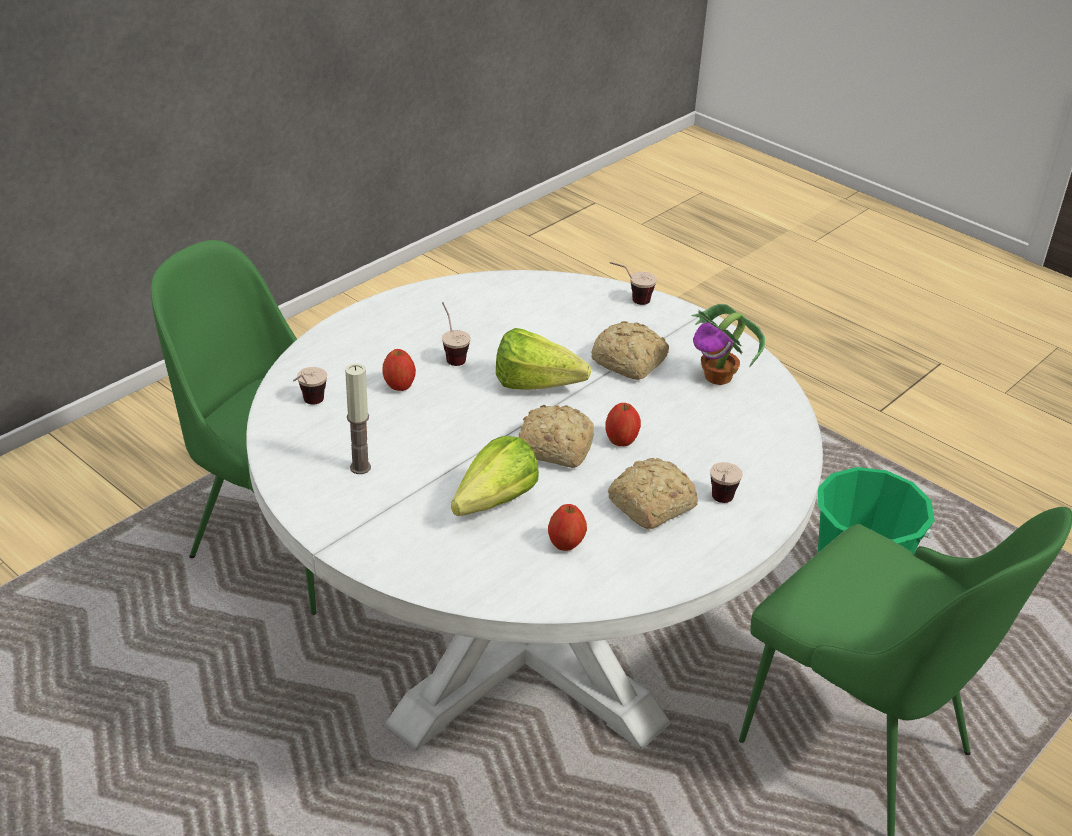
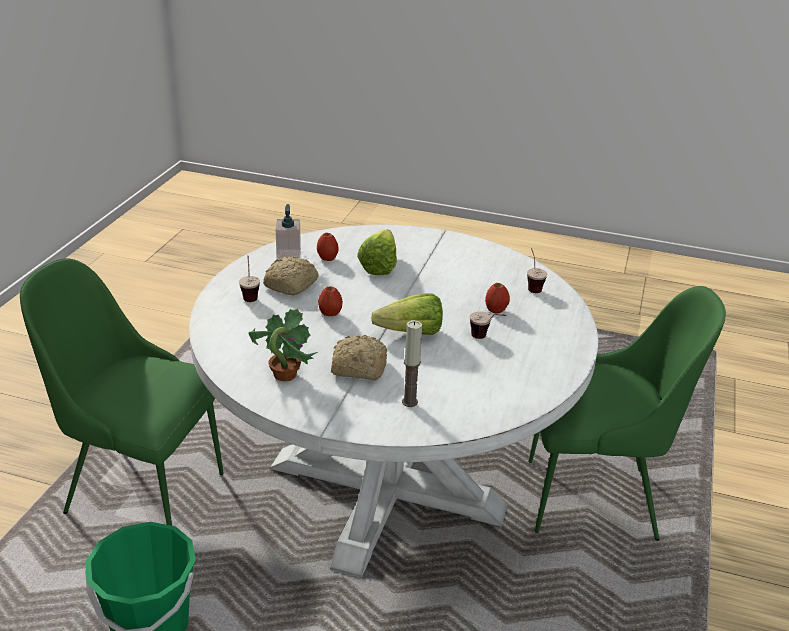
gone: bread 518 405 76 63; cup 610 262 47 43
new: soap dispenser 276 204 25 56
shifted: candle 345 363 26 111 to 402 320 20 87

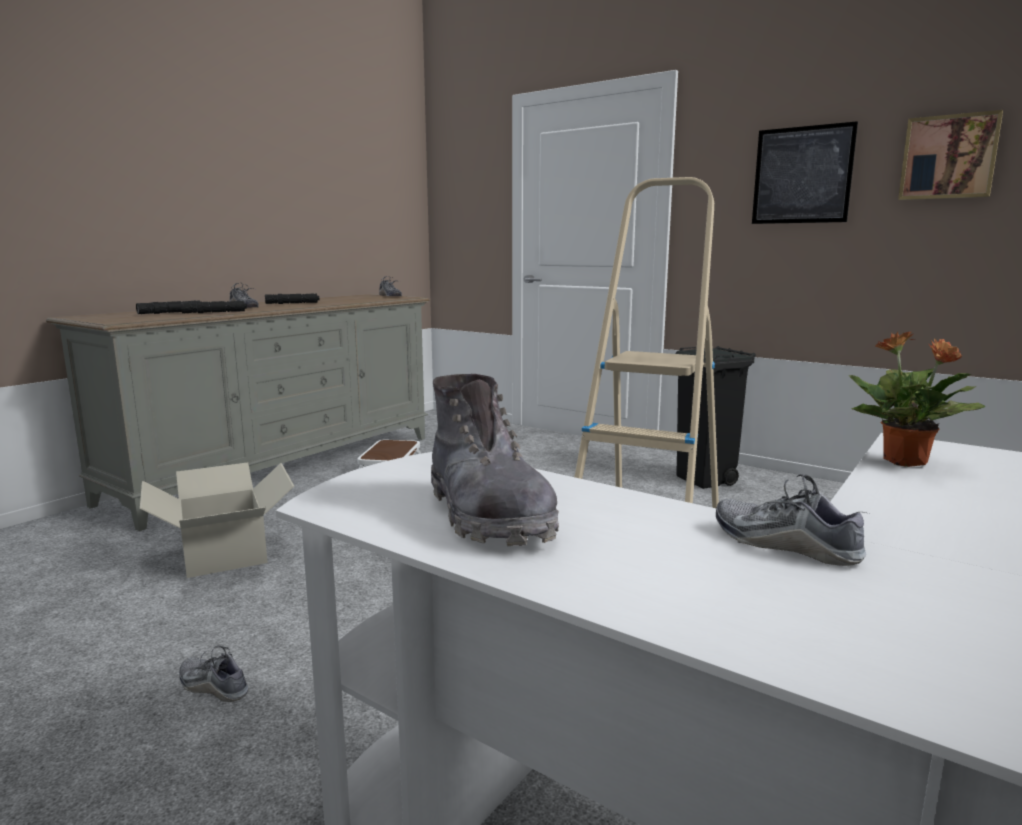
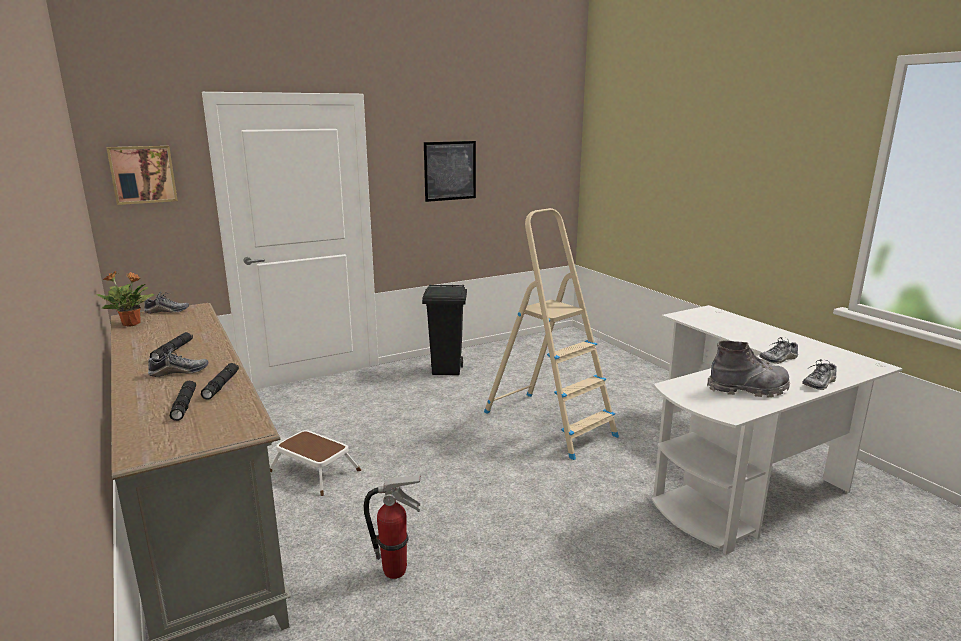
shifted: shoe 179 646 70 56 to 802 359 35 31; potted plant 849 332 136 135 to 96 271 59 56; picture 898 110 105 90 to 106 146 72 59
swapped: cardboard box 140 462 154 116 to fire extinguisher 364 475 57 104

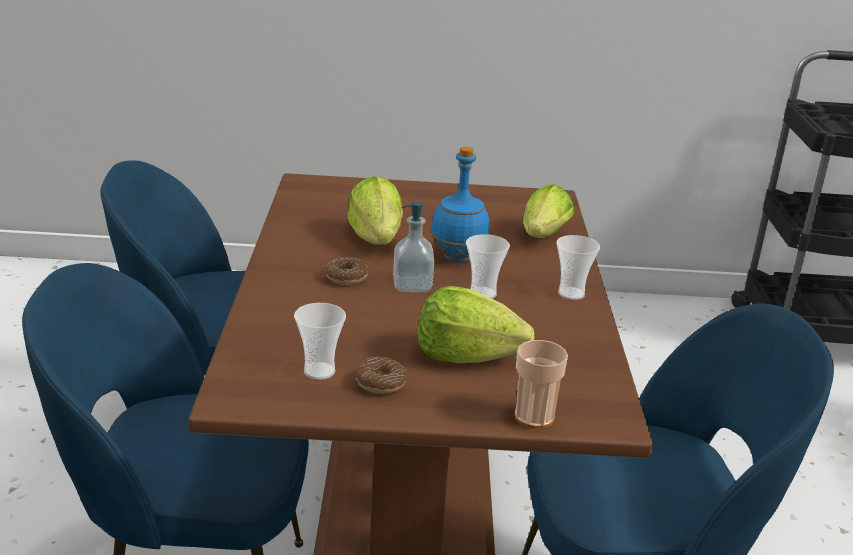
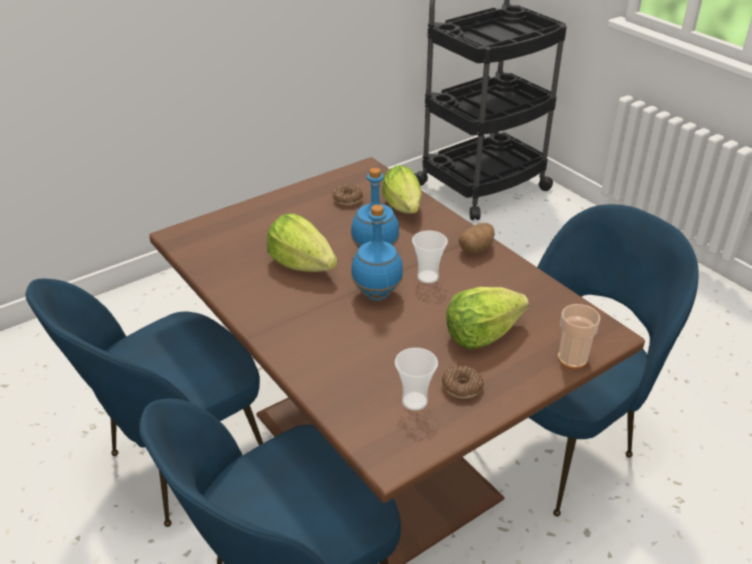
shifted: donut 325 257 44 28 to 333 184 30 22
swapped: soap dispenser 393 201 41 91 to bottle (blue) 351 205 52 96; cup 556 235 44 65 to potato 458 223 36 31

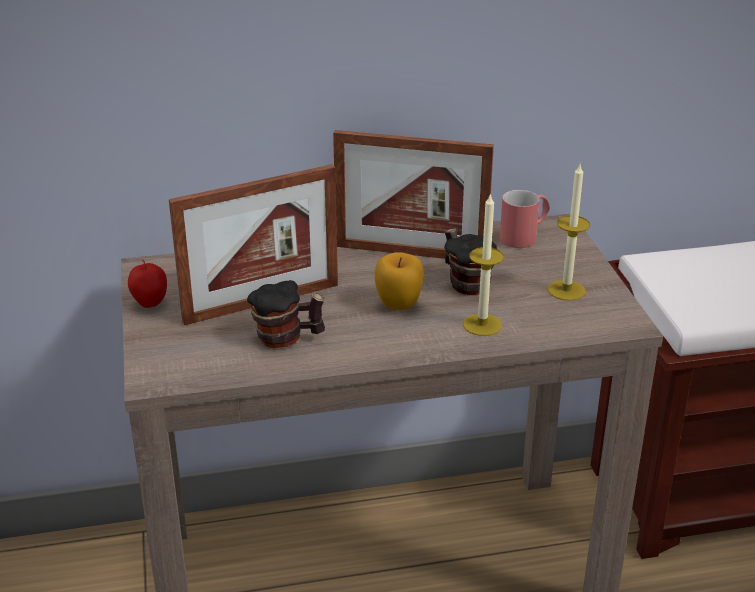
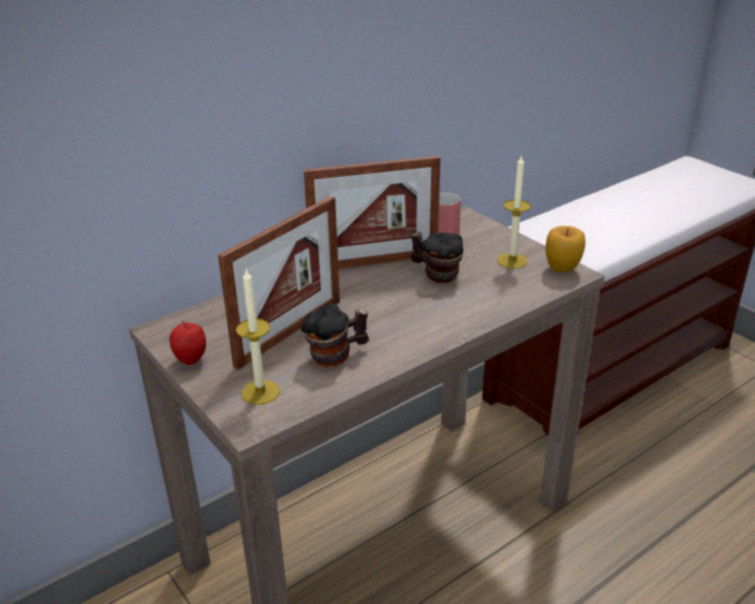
shifted: apple 375 252 49 58 to 545 226 41 46; candle 463 193 41 143 to 236 269 44 136

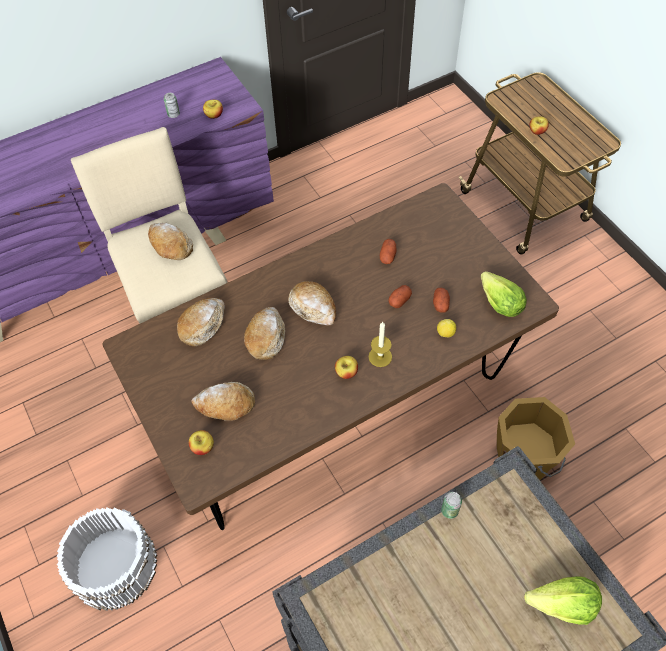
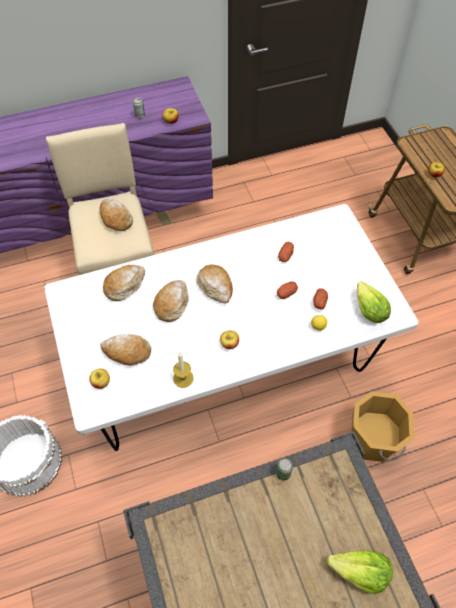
shifted: candle 369 322 23 45 to 173 352 20 36
repainted: dining table (brown) 103 183 456 347 to dining table (white) 44 204 375 247

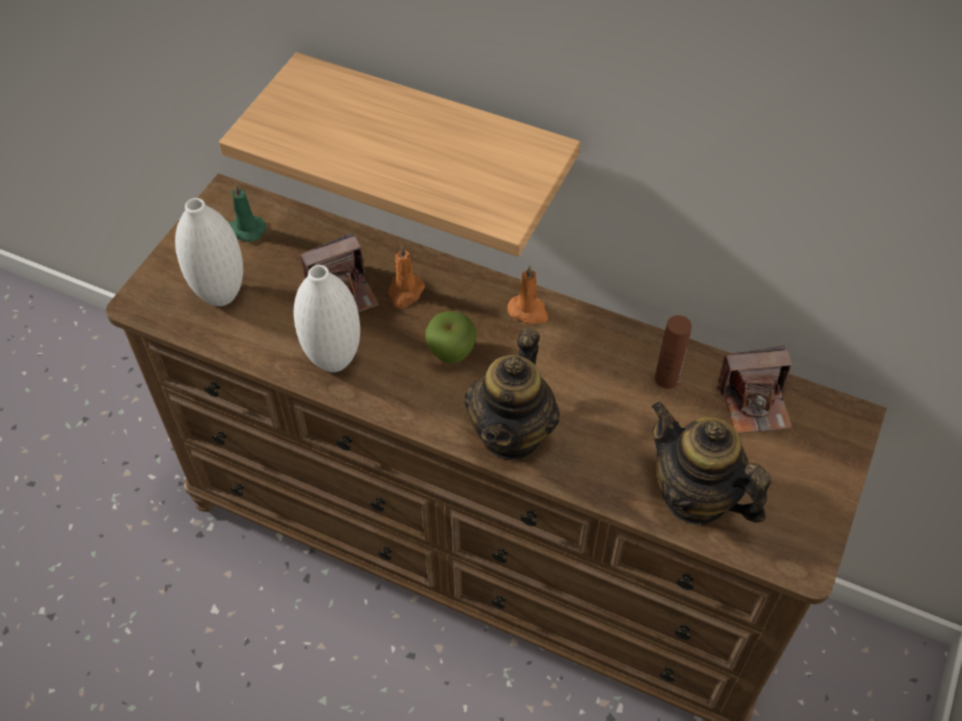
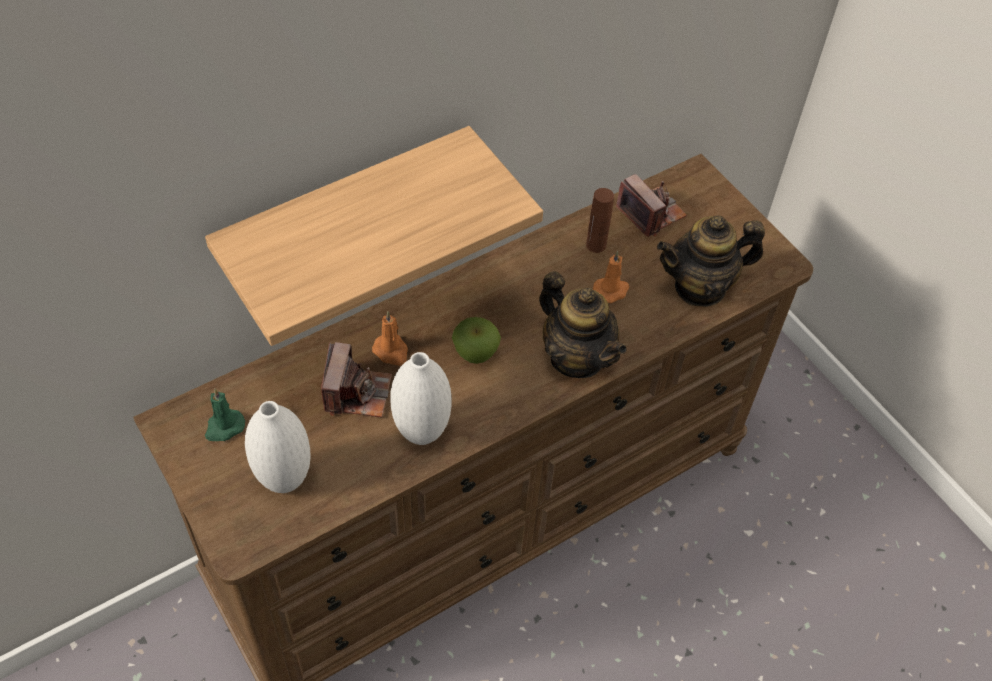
shifted: candle (orange) 508 265 40 59 to 593 251 36 52
rotated: photo camera 716 346 76 87 = 616 174 71 63 60 degrees counterclockwise

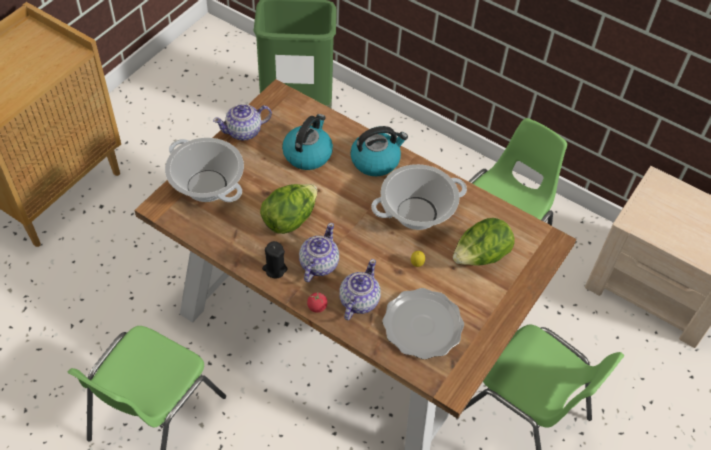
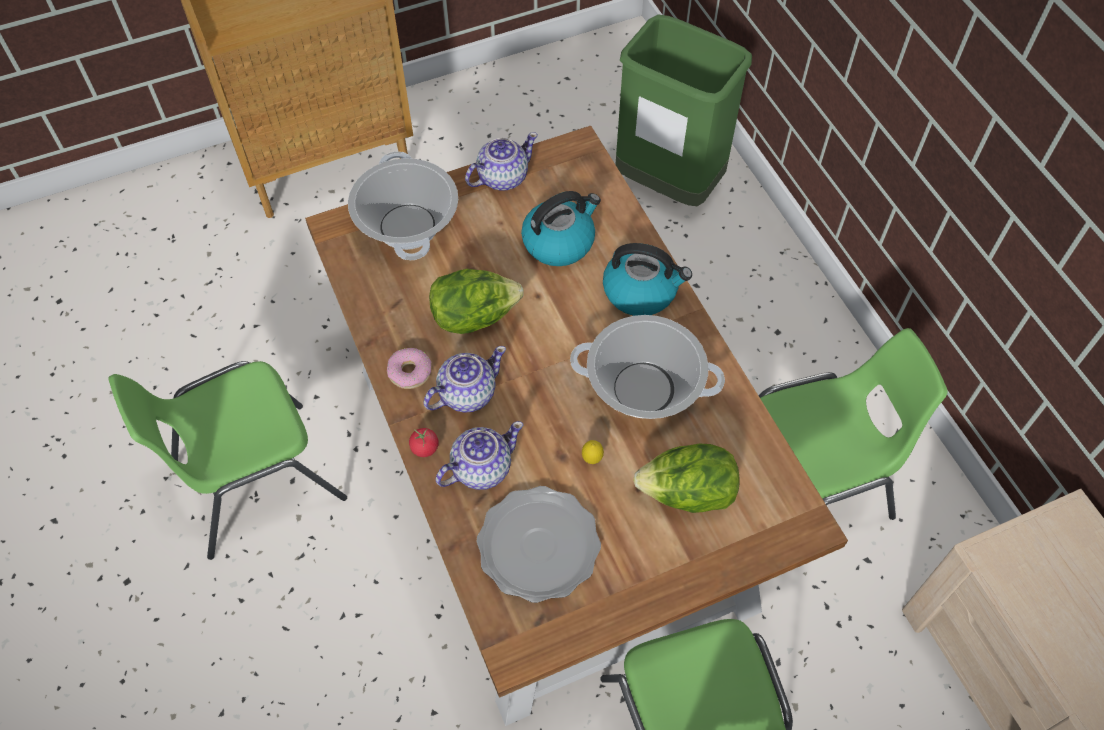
swapped: candle (black) 262 241 26 38 to donut 387 348 45 41
rotated: teapot 213 104 59 37 = 465 132 73 59 135 degrees clockwise

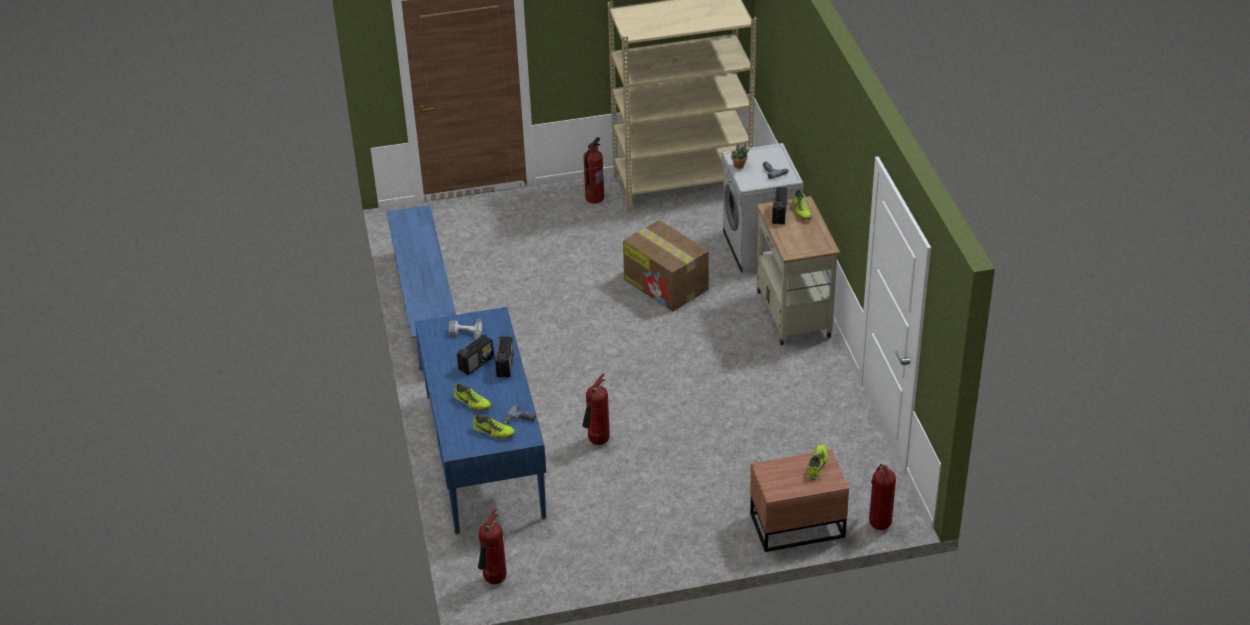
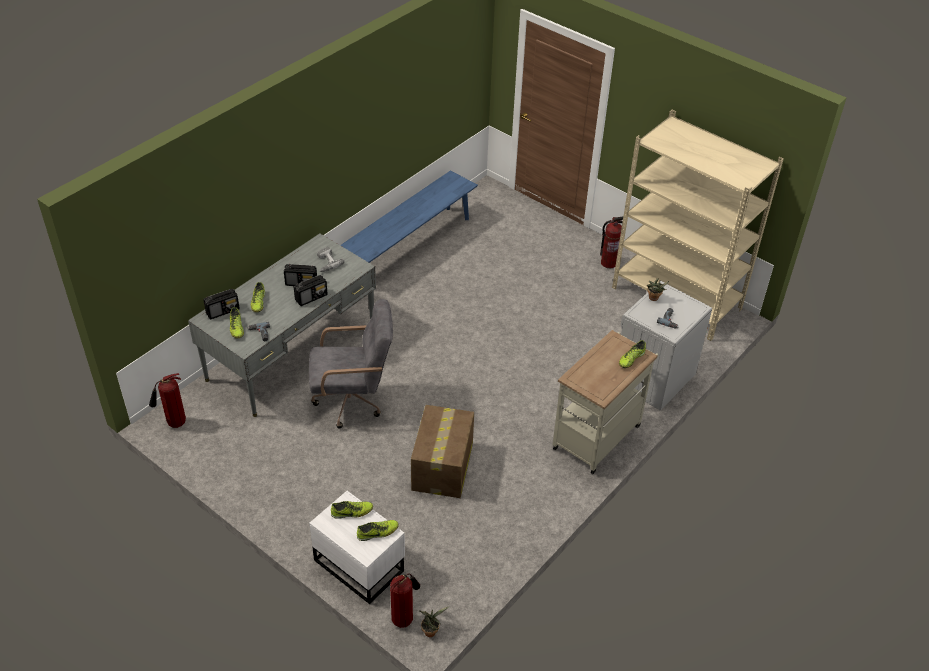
new: shoe 331 501 42 18; potted plant 420 606 29 31
shifted: cardboard box 623 220 86 92 to 411 405 63 93; radio 772 187 16 37 to 203 289 37 30
swapped: fire extinguisher 582 373 28 72 to office chair (grey) 309 299 84 130
repainted: desk (blue) 415 307 131 228 to desk (grey) 188 234 188 183; nightstand (brown) 750 449 99 103 to nightstand (white) 309 491 96 113

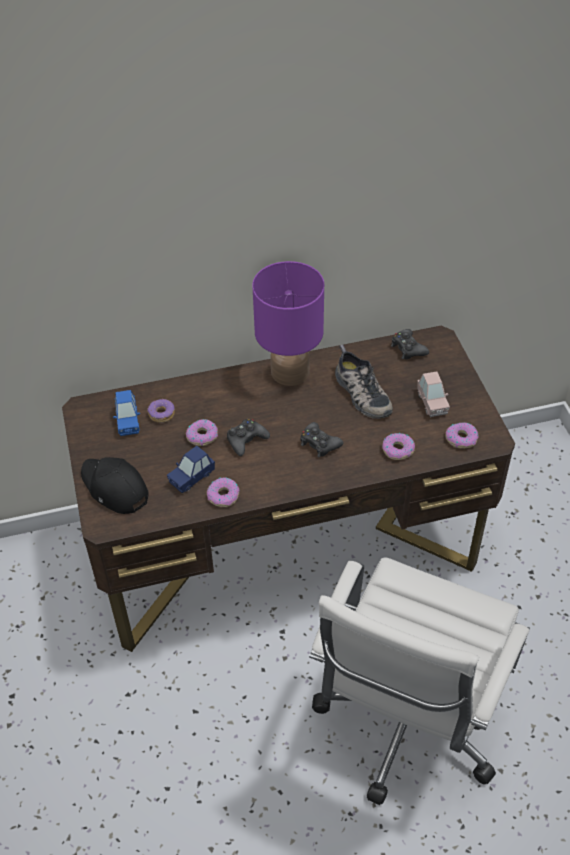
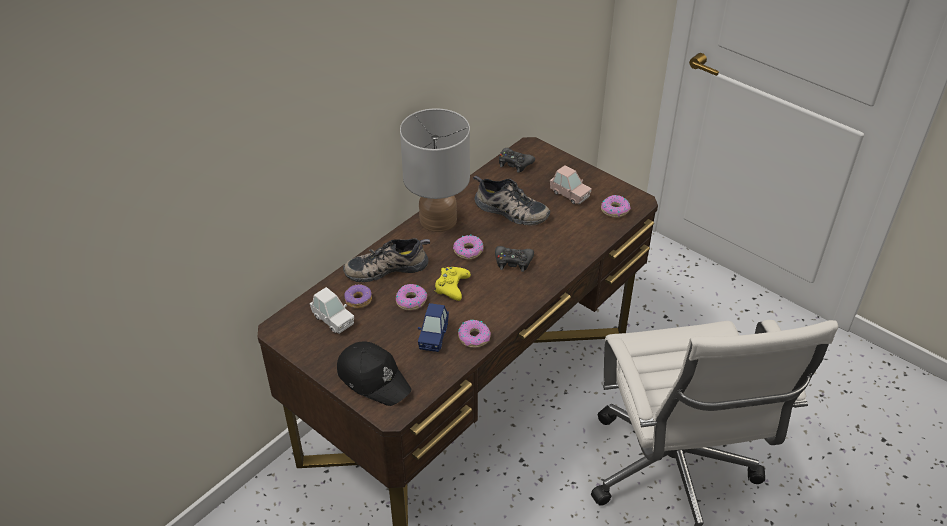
new: shoe 343 238 87 44
shifted: donut 382 433 33 27 to 453 234 30 25
repainted: toy car (blue) 113 390 27 46 to toy car (white) 310 287 44 47; game controller (black) 227 419 43 37 to game controller (yellow) 435 266 36 35; table lamp (purple) 252 261 72 125 to table lamp (grey) 400 108 70 124
rotated: cap (black) 81 457 68 57 = 337 341 74 65 150 degrees counterclockwise

